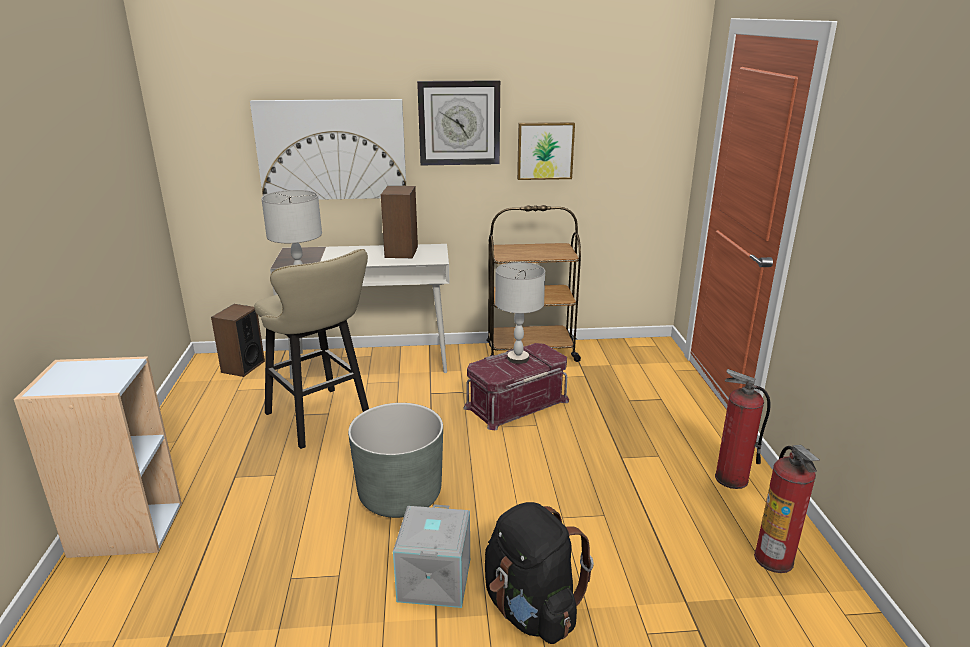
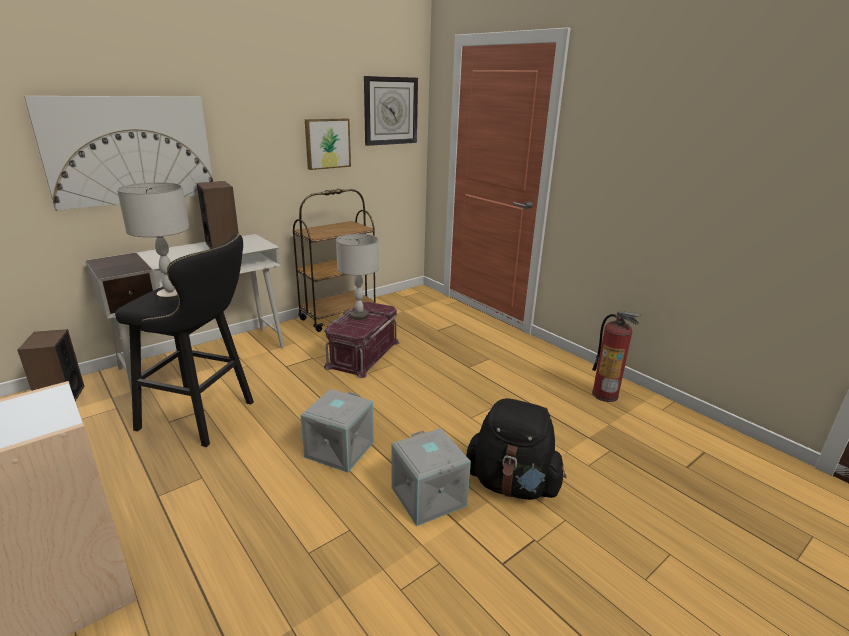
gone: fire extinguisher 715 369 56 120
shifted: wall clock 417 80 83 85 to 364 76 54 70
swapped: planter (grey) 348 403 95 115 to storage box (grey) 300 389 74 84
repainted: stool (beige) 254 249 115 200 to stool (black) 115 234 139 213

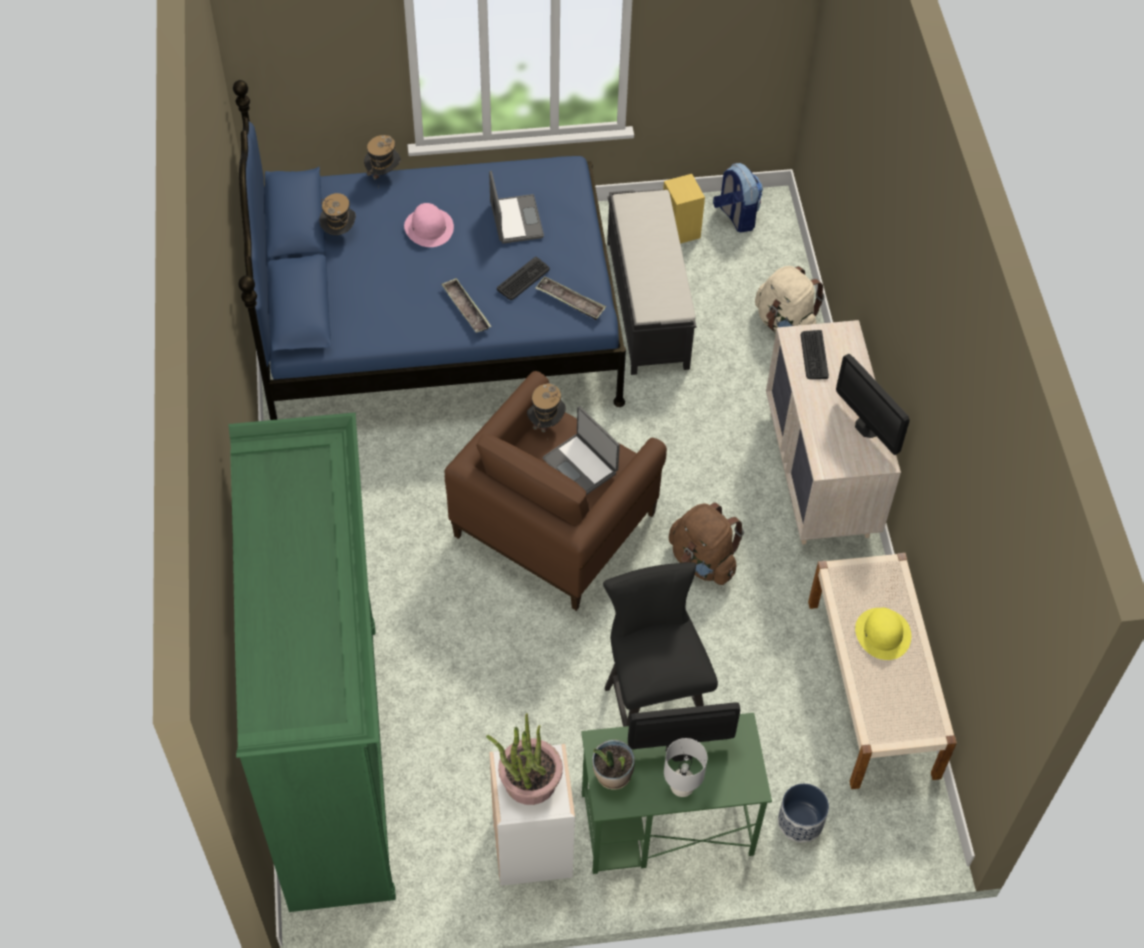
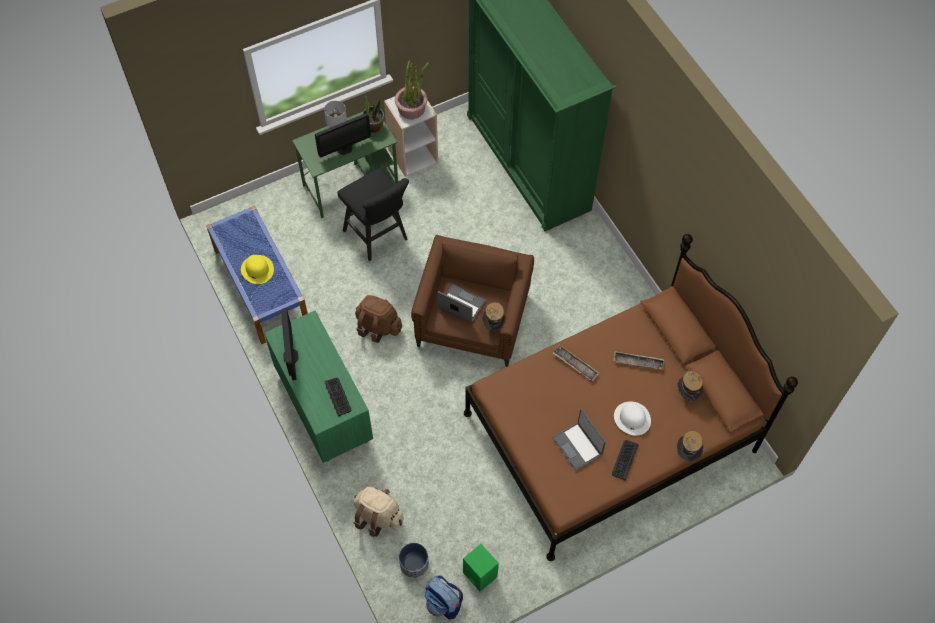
gone: bench (black) 607 189 89 186
shifted: keyboard 497 257 53 43 to 612 440 27 40; tray 536 276 70 44 to 613 351 51 19; planter 778 783 51 60 to 399 543 30 35
repainted: bed (blue) 233 80 393 340 to bed (brown) 464 234 334 327; hat (pink) 404 203 50 44 to hat (white) 614 402 37 33; speaker (yellow) 663 174 42 70 to speaker (green) 463 544 36 48; dresser (beige) 766 320 135 225 to dresser (green) 264 311 109 152; bench (beige) 808 553 149 236 to bench (blue) 206 206 102 138
rotated: monitor 836 354 74 101 = 281 308 18 72 45 degrees clockwise

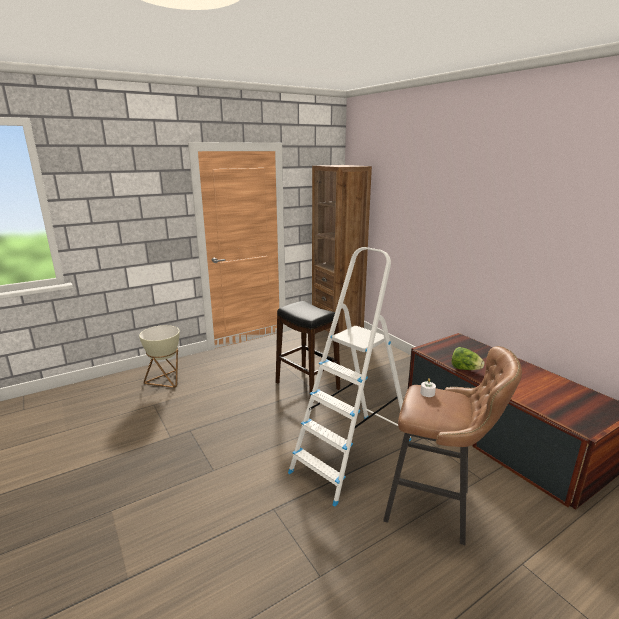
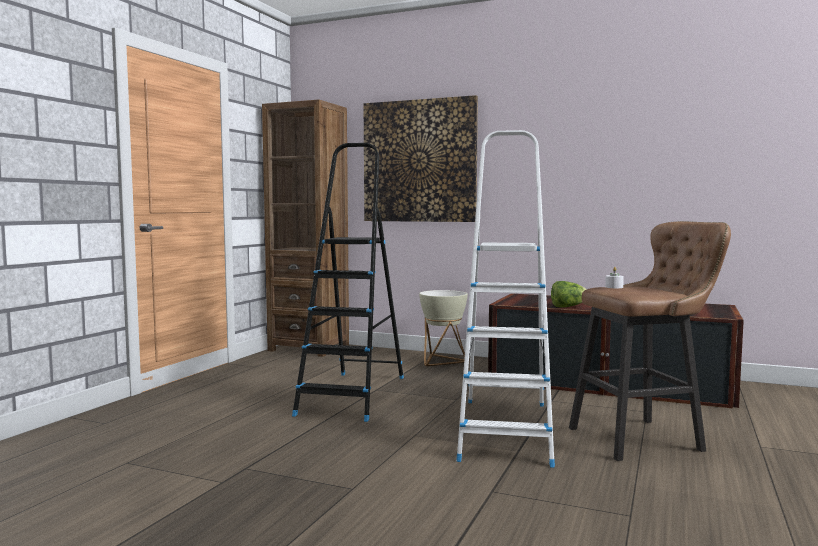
new: picture 364 95 114 127
shifted: planter 139 325 41 63 to 419 290 49 76
swapped: stool (black) 276 301 64 96 to step ladder (black) 292 143 112 279

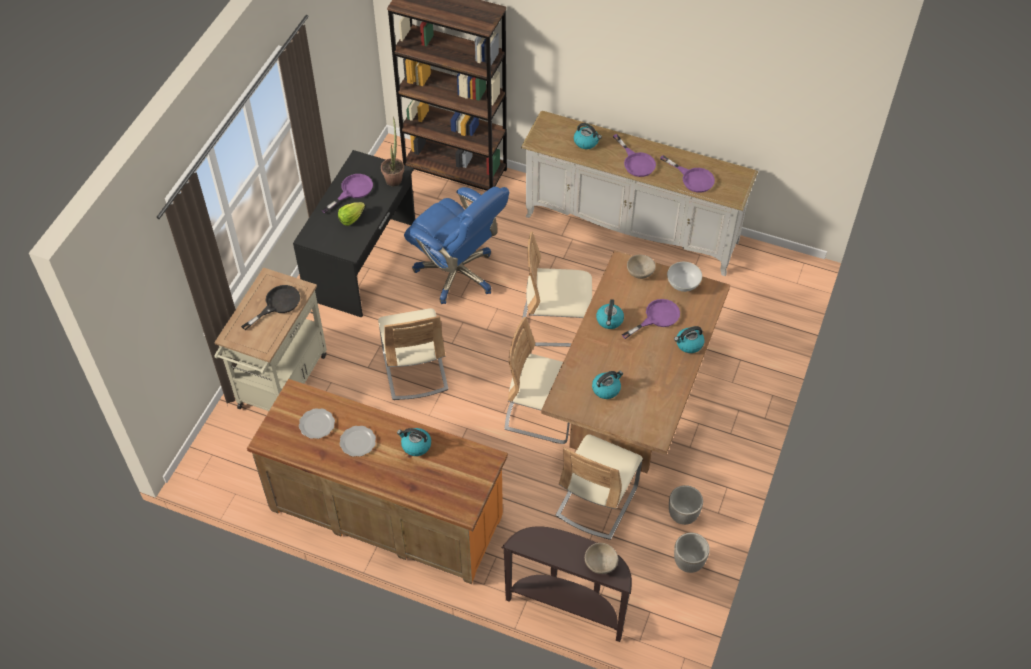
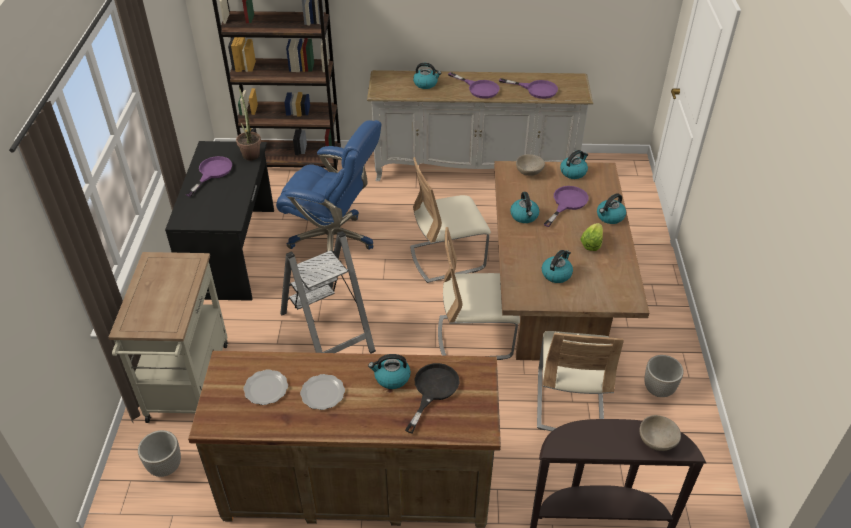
shifted: frying pan (black) 241 285 59 45 to 405 363 55 71; lettuce 338 202 27 24 to 580 223 23 28; planter 674 533 36 40 to 138 430 43 47
swapped: chair (beige) 378 308 70 92 to step ladder (grey) 280 231 96 123; bowl (white) 667 262 35 30 to kettle 560 150 28 29

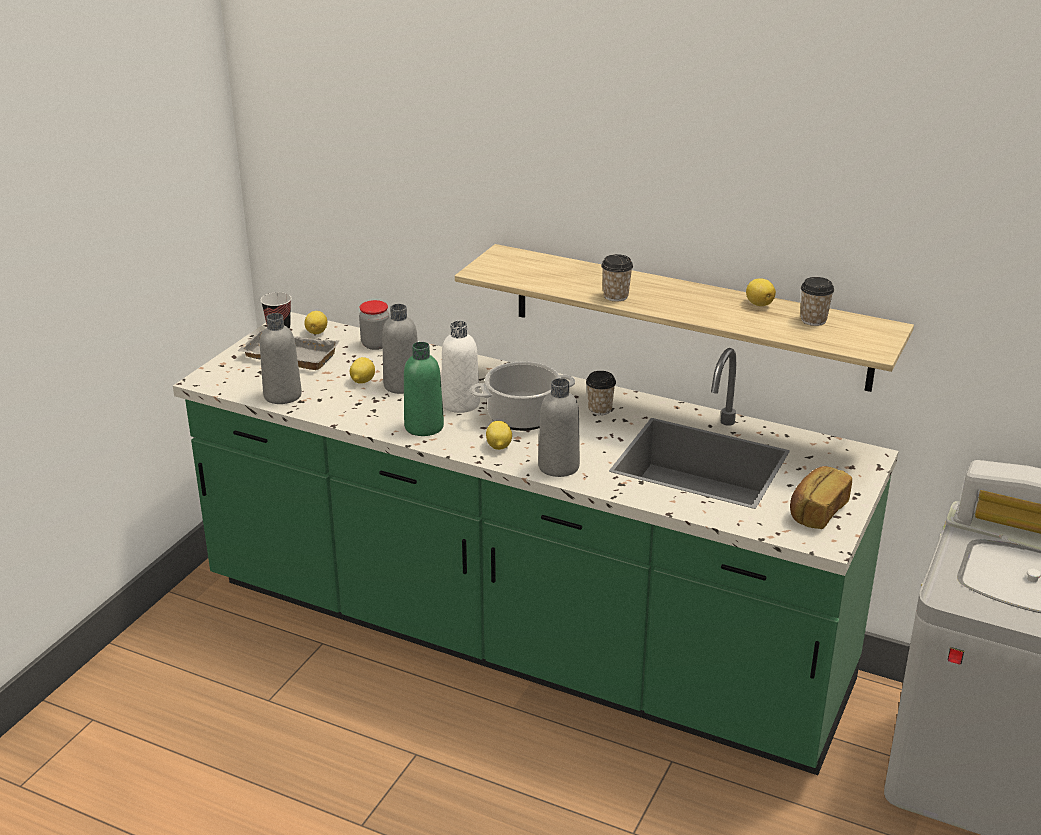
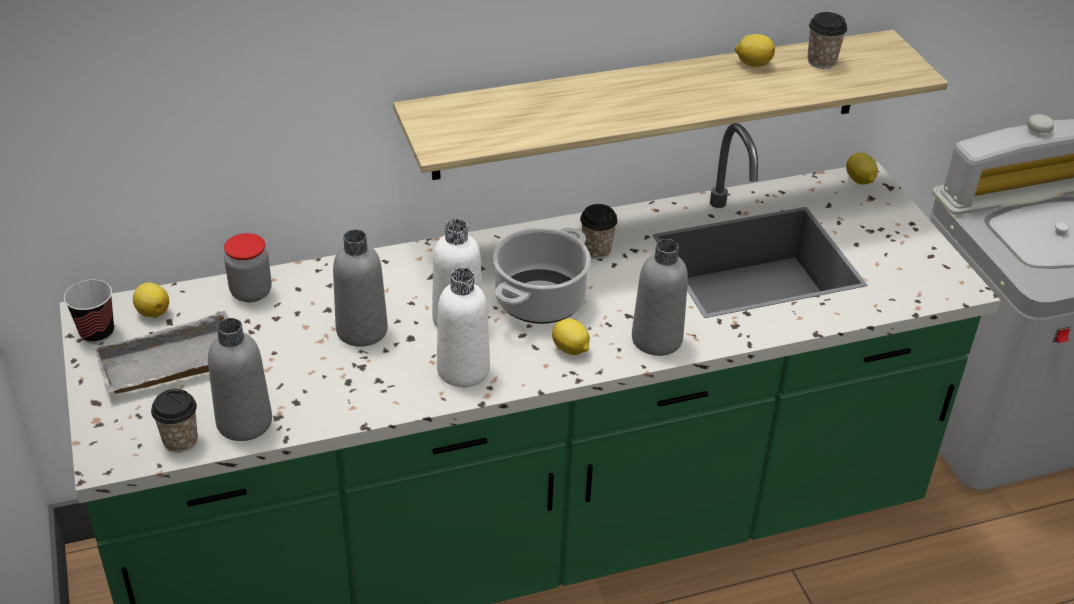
gone: bread 790 466 62 63
shifted: lemon 350 357 25 27 to 846 153 32 32; cup 601 254 32 48 to 151 389 47 64
repainted: bottle (green) 404 342 40 94 to bottle (white) 437 268 53 119

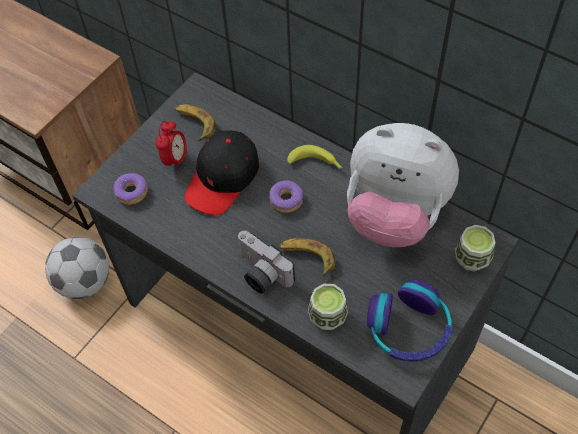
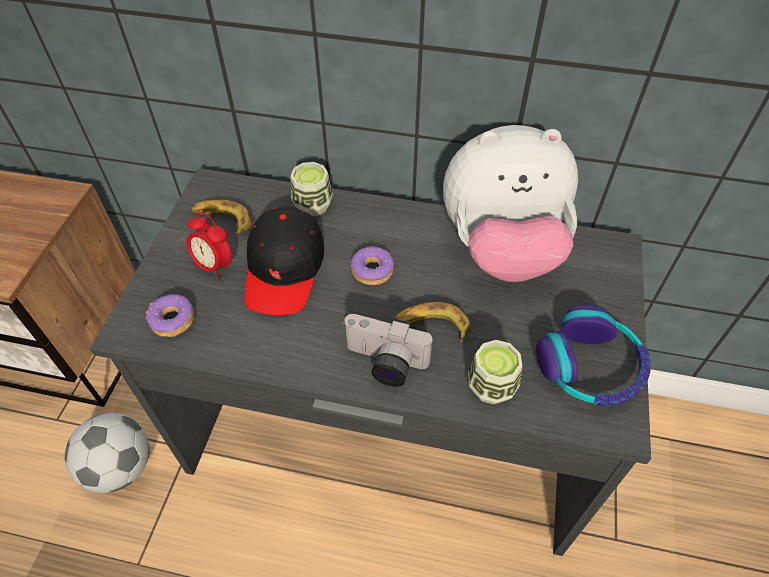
gone: banana 287 145 56 24
shifted: cup 455 225 41 47 to 290 162 43 54
rotated: alarm clock 155 121 32 50 = 186 212 46 68 135 degrees clockwise

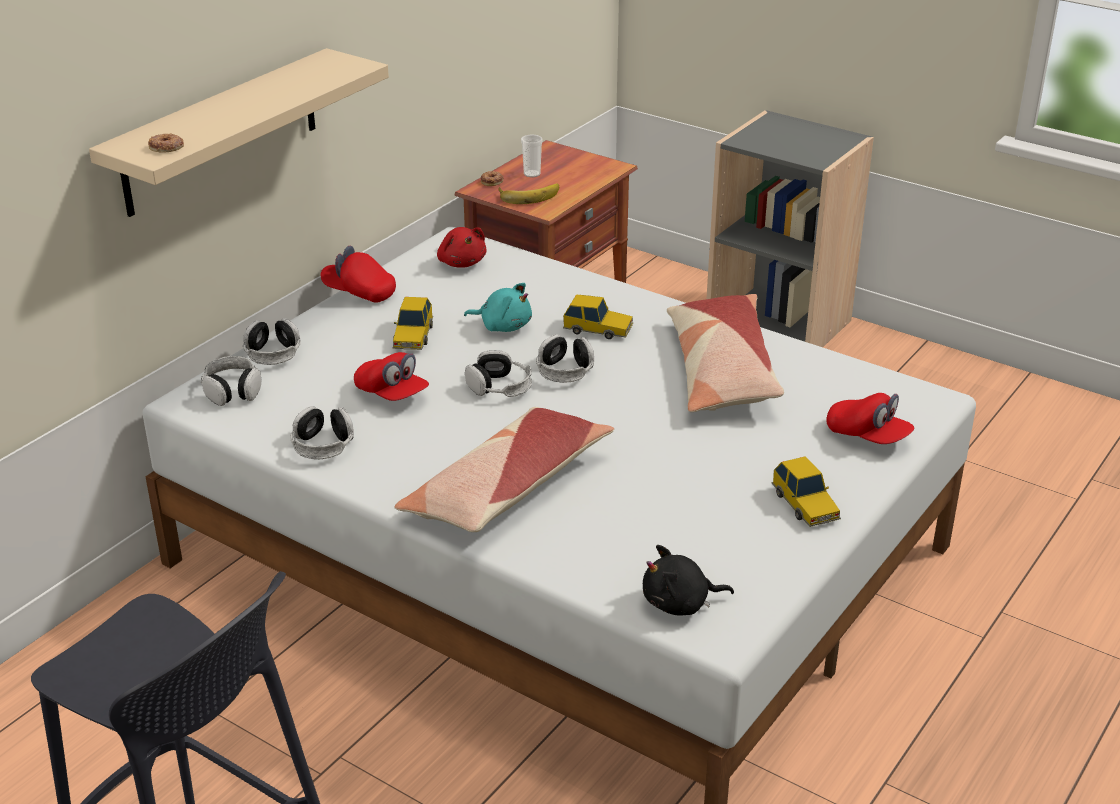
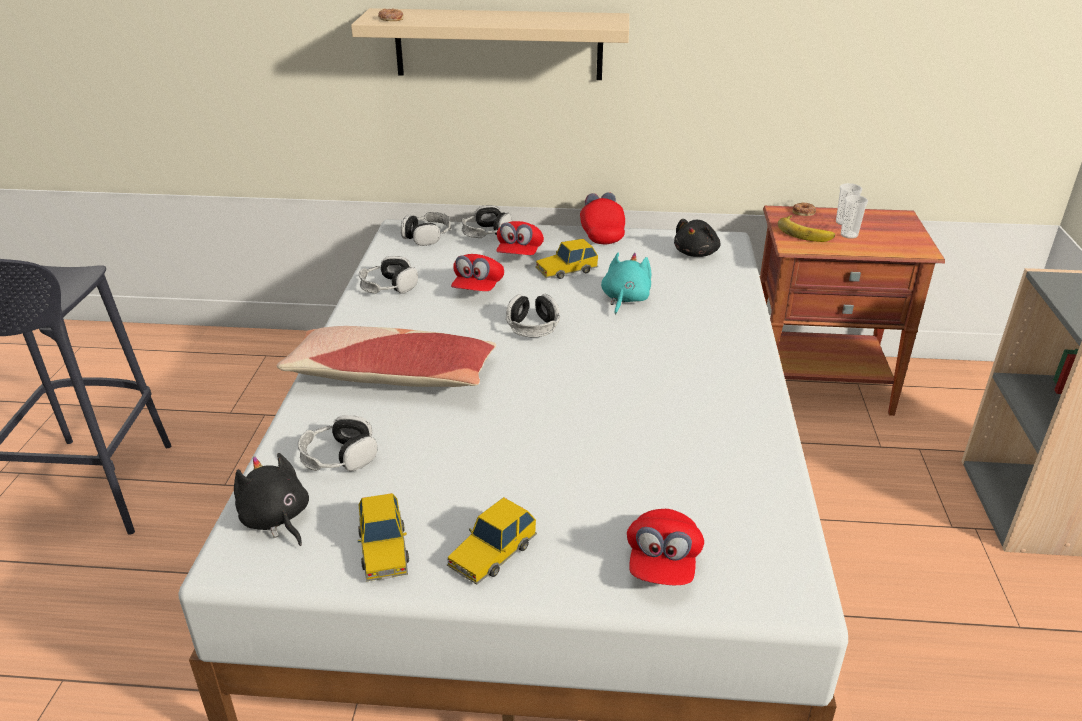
gone: pillow 667 294 117 118
new: cap (red) 496 221 48 34; cup 841 195 27 44
shifted: headphones 536 334 58 49 to 298 415 79 56; toy car 563 295 70 44 to 358 493 51 89
repainted: plush toy (red) 437 227 49 41 to plush toy (black) 674 219 46 38
rotated: plush toy (turquoise) 464 283 68 49 = 601 253 50 62 150 degrees counterclockwise

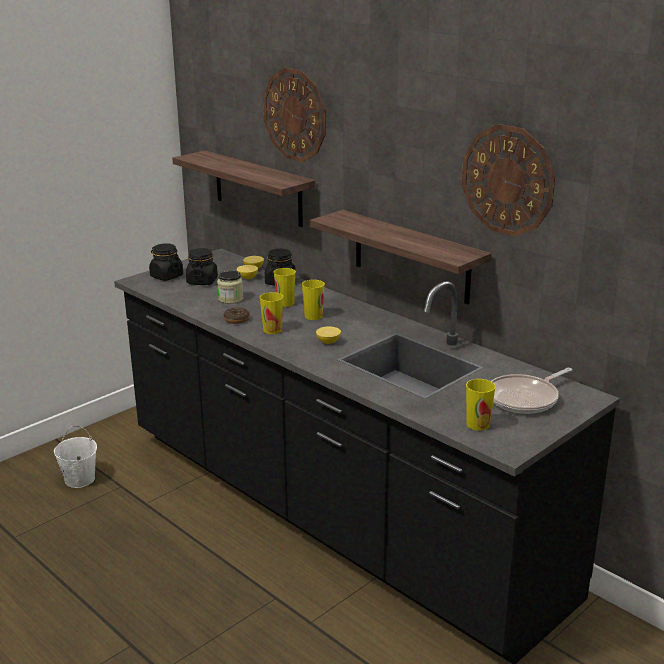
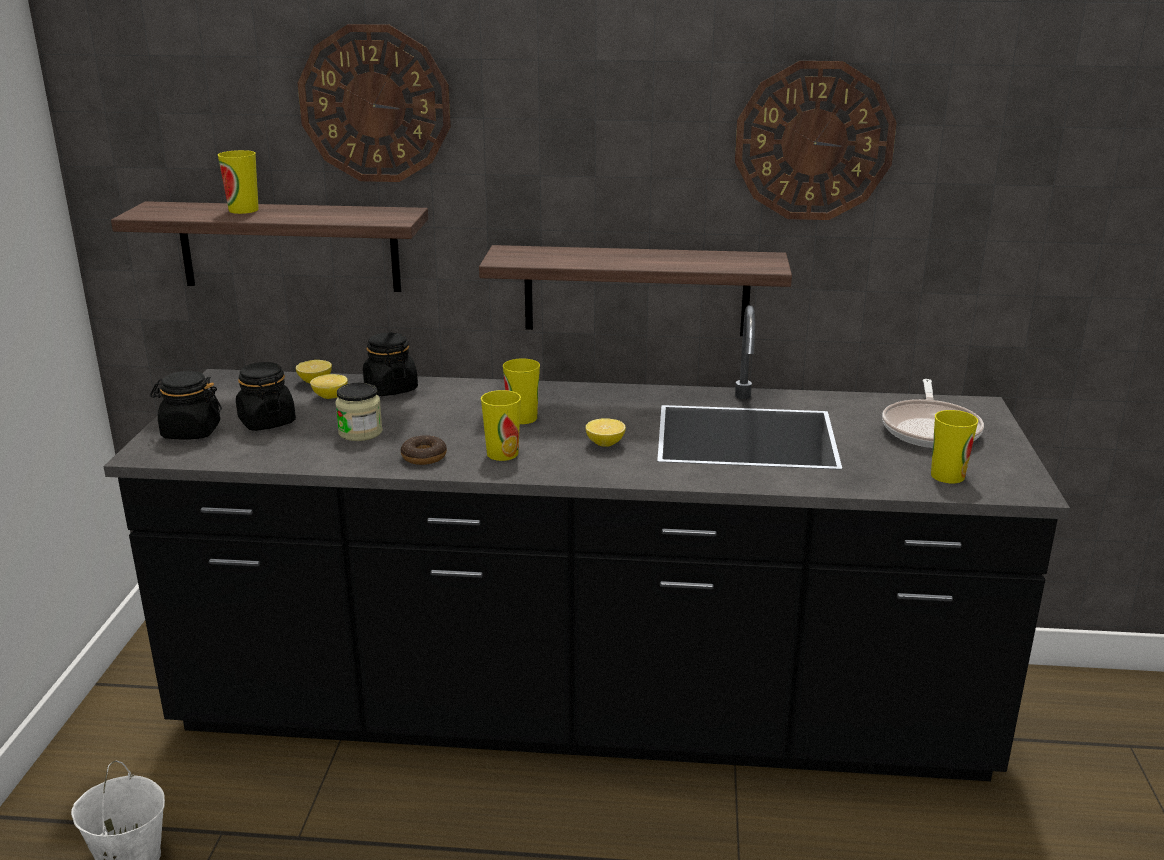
shifted: cup 274 268 22 39 to 218 150 41 64

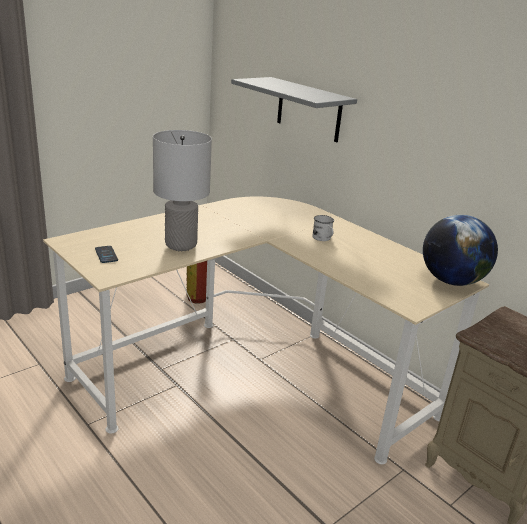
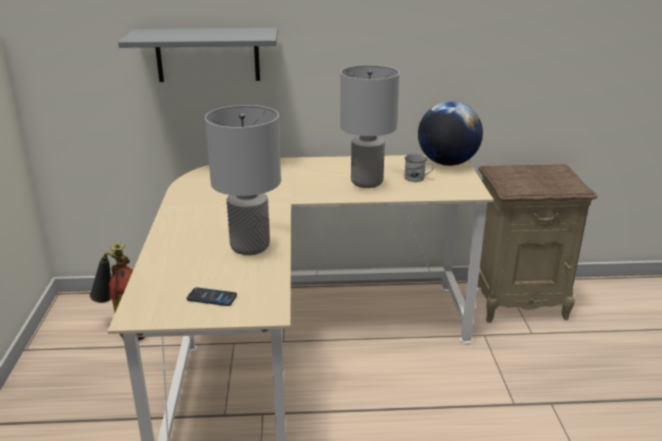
new: table lamp (grey) 340 65 59 123
shifted: mug (white) 312 215 22 26 to 405 154 29 28

